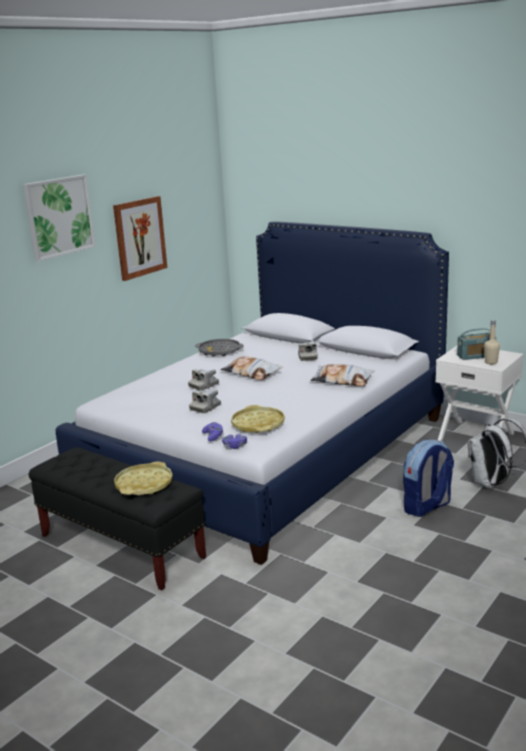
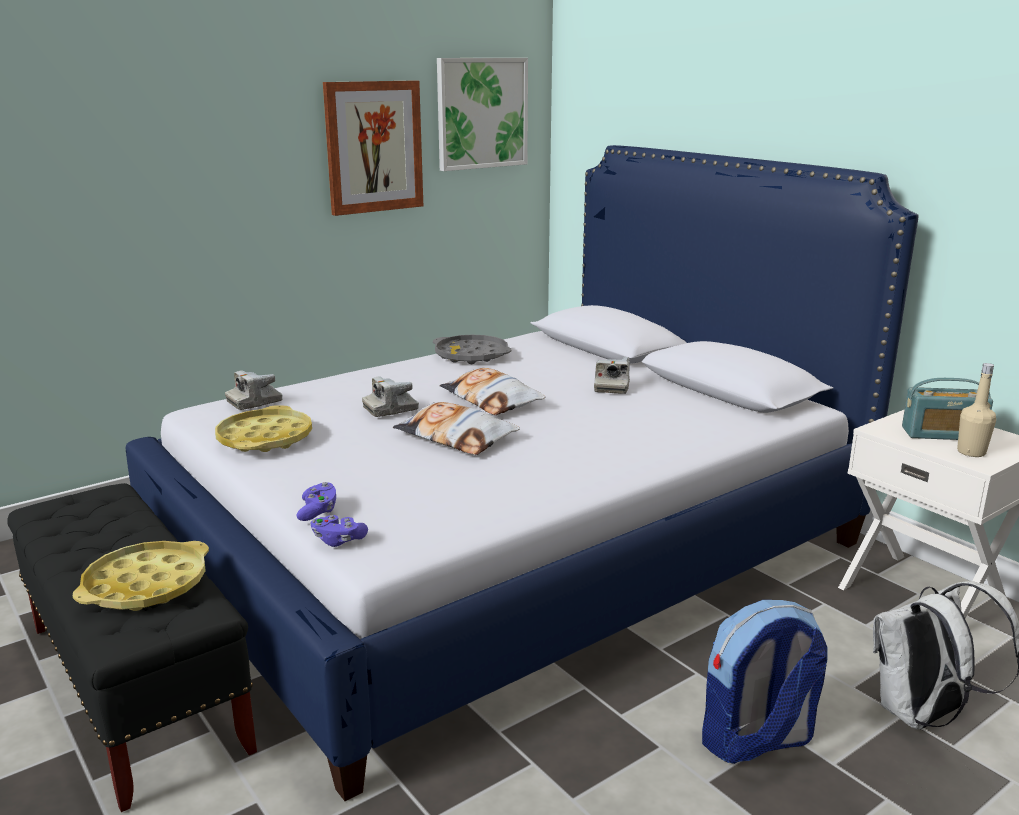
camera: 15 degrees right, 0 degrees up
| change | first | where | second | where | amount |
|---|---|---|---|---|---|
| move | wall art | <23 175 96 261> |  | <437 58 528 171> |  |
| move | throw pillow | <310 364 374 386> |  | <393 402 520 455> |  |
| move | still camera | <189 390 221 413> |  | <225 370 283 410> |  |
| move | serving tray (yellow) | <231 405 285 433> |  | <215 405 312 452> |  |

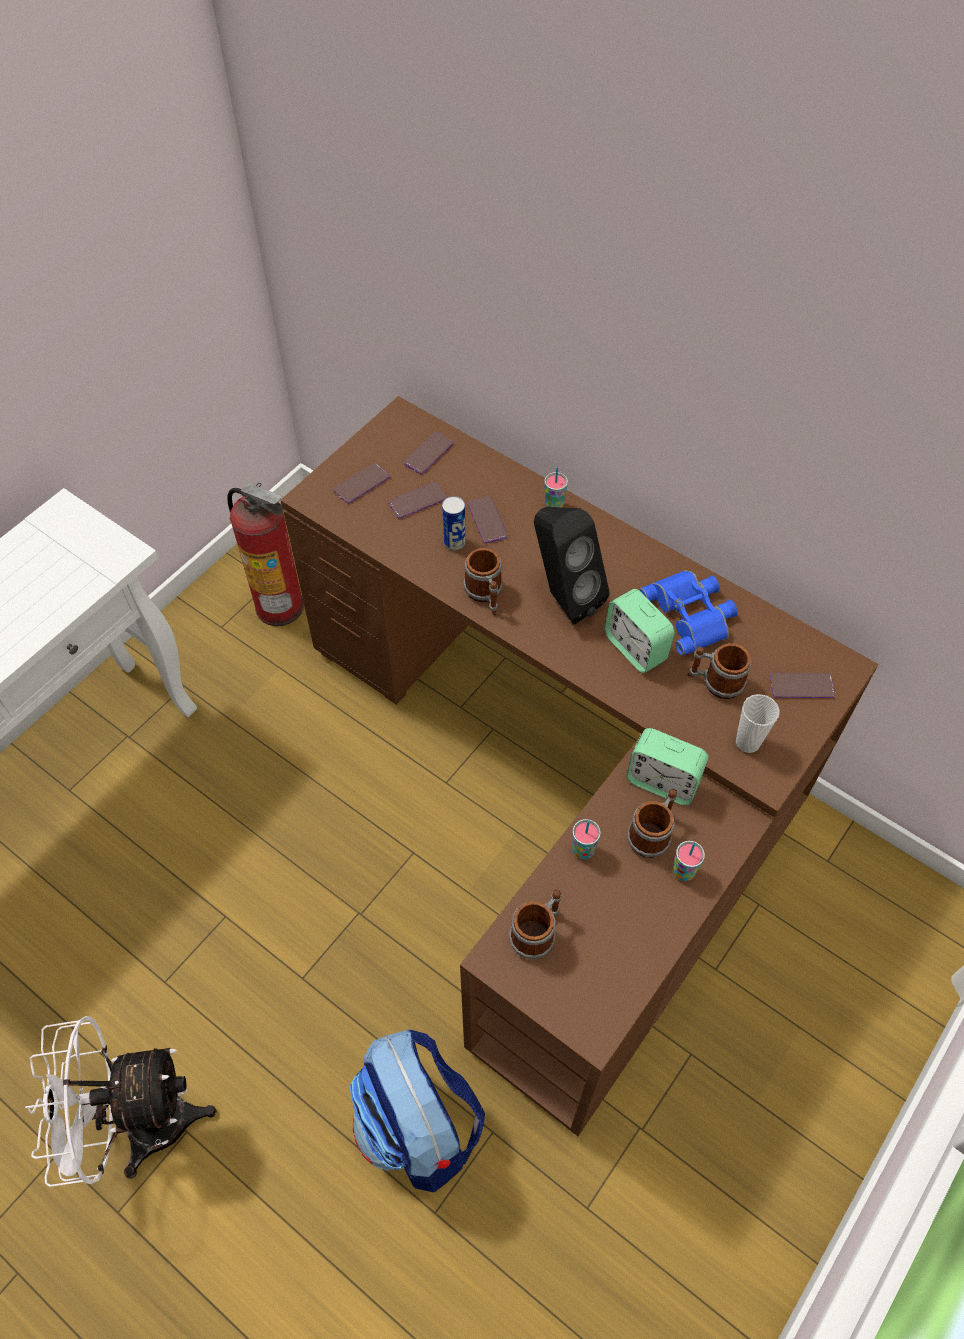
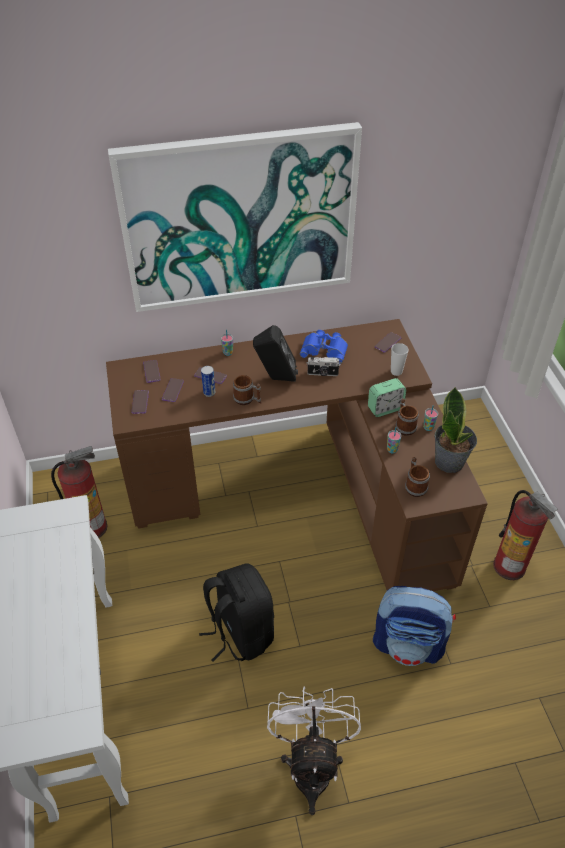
camera: 50 degrees left, 10 degrees down
| change | first | where | second | where | amount |
|---|---|---|---|---|---|
| replace | alarm clock | <604 589 675 673> | still camera | <306 357 341 376> |  |
| delete | mug | <687 643 751 699> |  |  |  |
| rotate | electric fan (white-coloured) | <25 1016 217 1187> |  | <267 687 361 815> | 150 degrees clockwise |
| insert |  |  | wall art | <108 122 362 312> |  |
| insert |  |  | potted plant | <434 387 477 473> |  |
| insert |  |  | fire-fighting cylinder | <493 490 558 580> |  |
| insert |  |  | rucksack (blackish) | <199 563 274 661> |  |

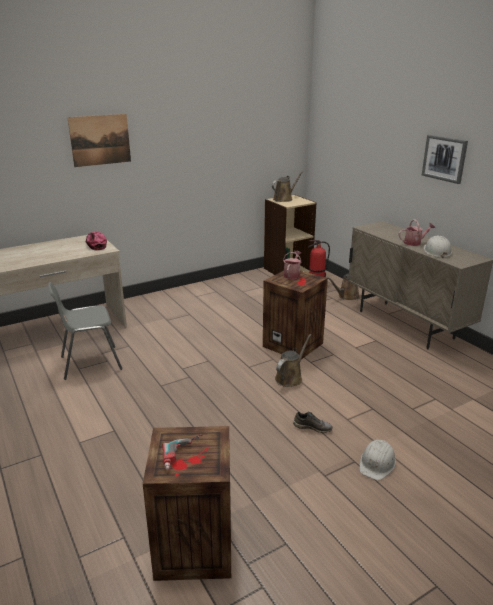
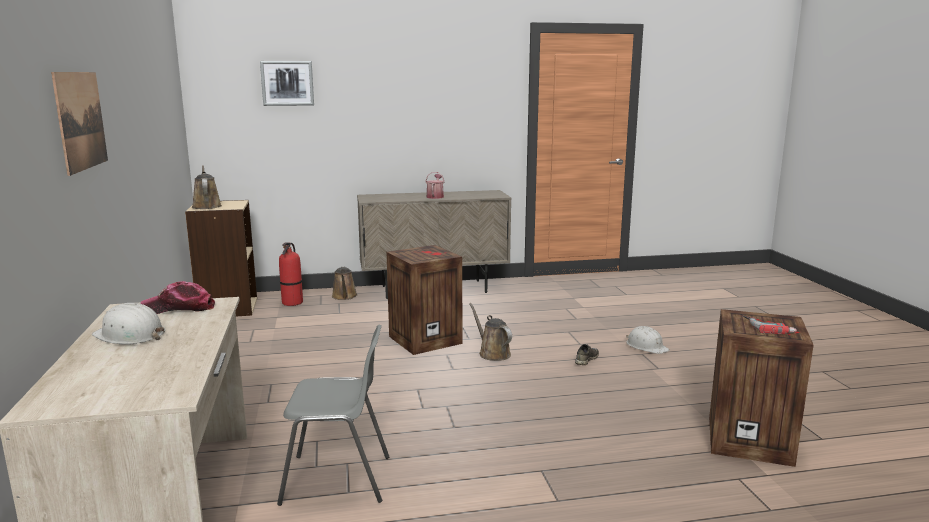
camera: 70 degrees left, 10 degrees down
| change | first | where | second | where | amount |
|---|---|---|---|---|---|
| move | wall art | <422 135 468 184> |  | <260 61 314 106> |  |
| move | safety helmet (white-coloured) | <424 236 452 258> |  | <92 303 165 345> |  |
| delete | watering pot | <283 251 302 279> |  |  |  |
| rotate | chair (grey) | <48 282 122 380> |  | <277 325 389 506> | 90 degrees counterclockwise |

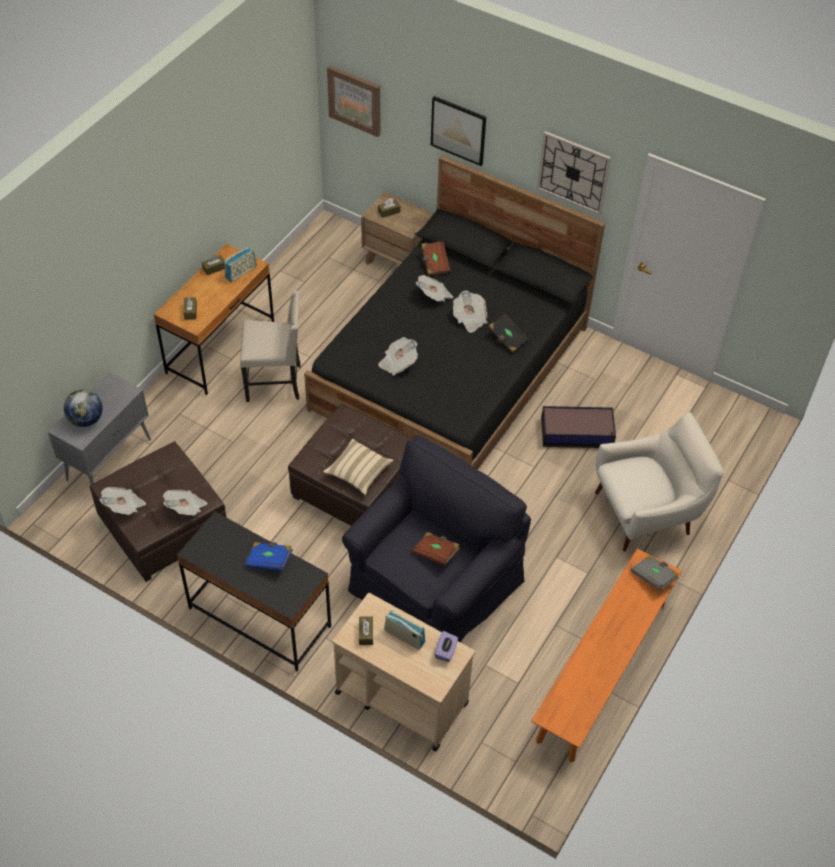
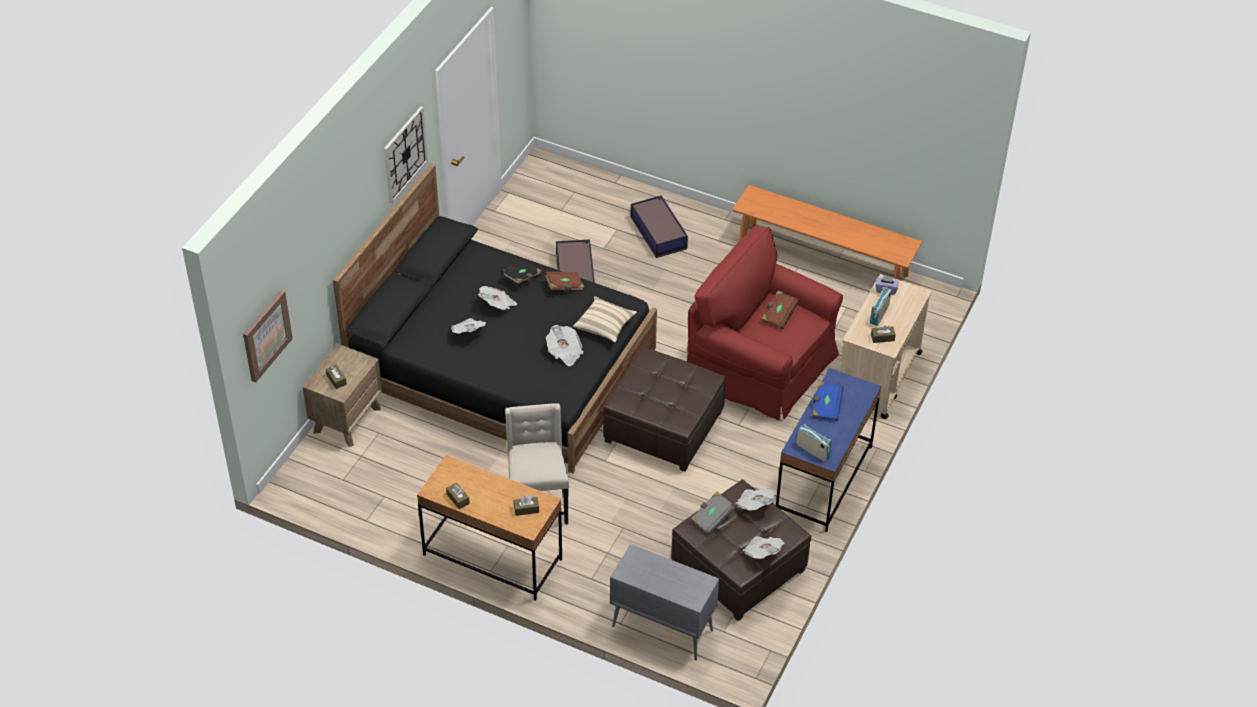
camera: 95 degrees left, 5 degrees down
| change | first | where | second | where | amount |
|---|---|---|---|---|---|
| delete | wall art | <431 96 486 166> |  |  |  |
| move | volume (brown) | <421 241 451 276> |  | <545 272 585 292> |  |
| move | radio receiver | <225 247 257 282> |  | <796 424 832 462> |  |
| delete | world globe | <64 389 103 427> |  |  |  |
| replace | armchair (white-coloured) | <595 412 724 551> | storage bin | <631 195 688 258> |  |
| recolor | armchair (blackish) | <342 435 531 642> | armchair (red) | <687 225 843 420> |  |
| move | throw pillow (beige-coloured) | <323 438 394 495> |  | <573 296 637 343> |  |
| recolor | desk unit (blackish) | <177 512 331 671> | desk unit (blue) | <776 368 881 532> |  |
| move | volume (grey) | <631 555 679 591> |  | <690 492 736 535> |  |

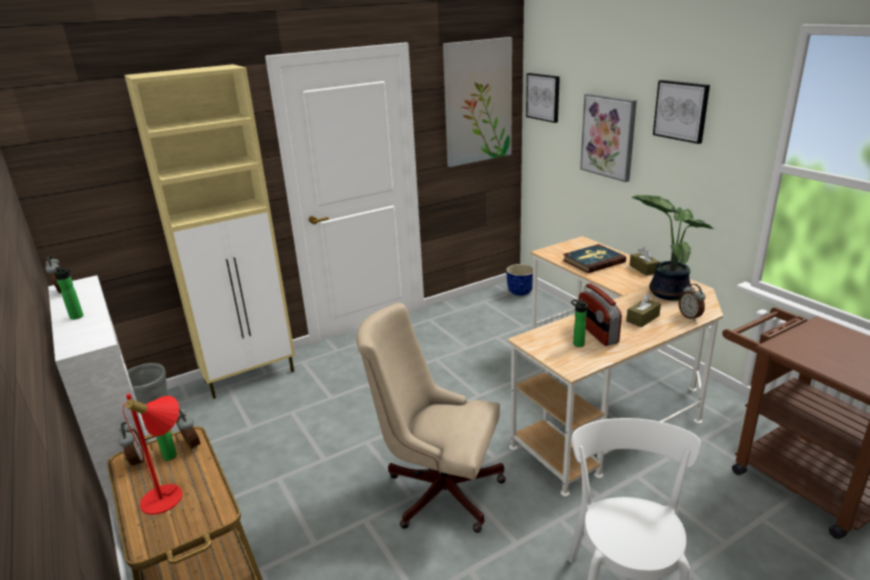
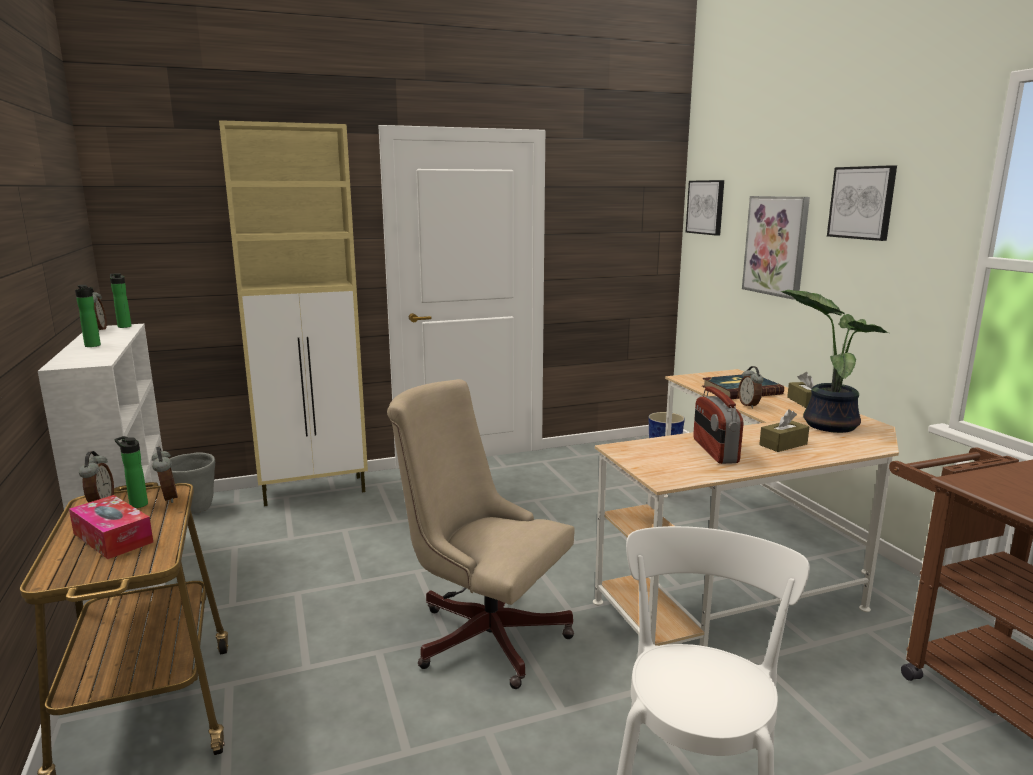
camera: 10 degrees right, 10 degrees down
| change | first | where | second | where | amount |
|---|---|---|---|---|---|
| delete | wall art | <443 37 512 167> |  |  |  |
| move | alarm clock | <679 284 705 321> |  | <738 366 763 409> |  |
| move | bottle | <571 299 587 347> |  | <110 273 132 328> |  |
| replace | lamp for a table (red) | <123 394 182 515> | tissue box | <69 495 153 559> |  |

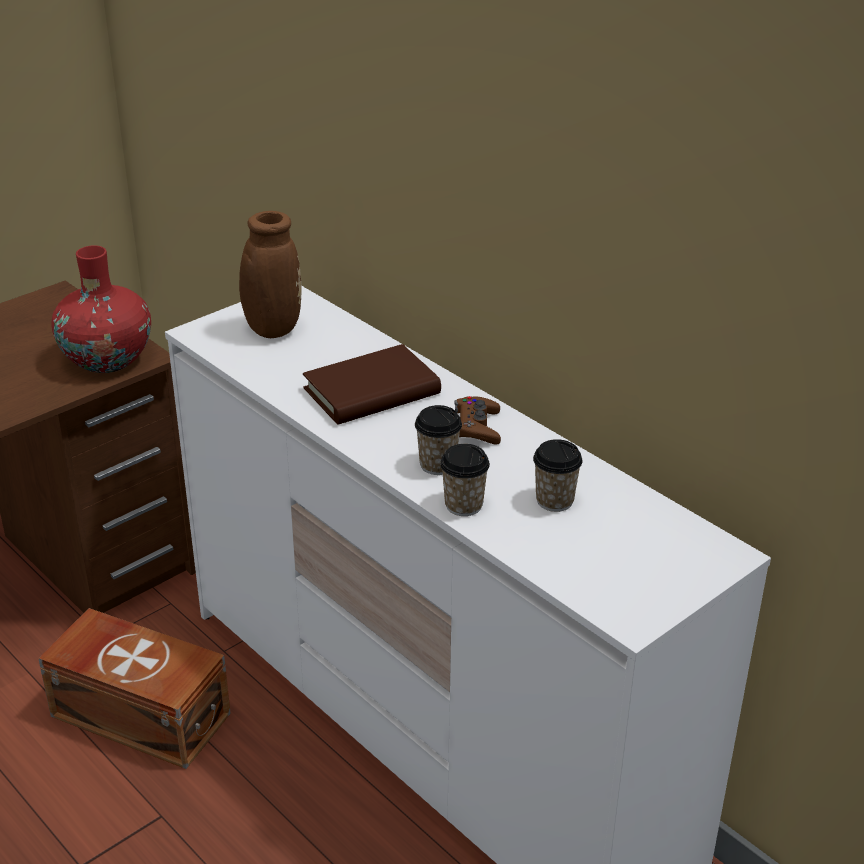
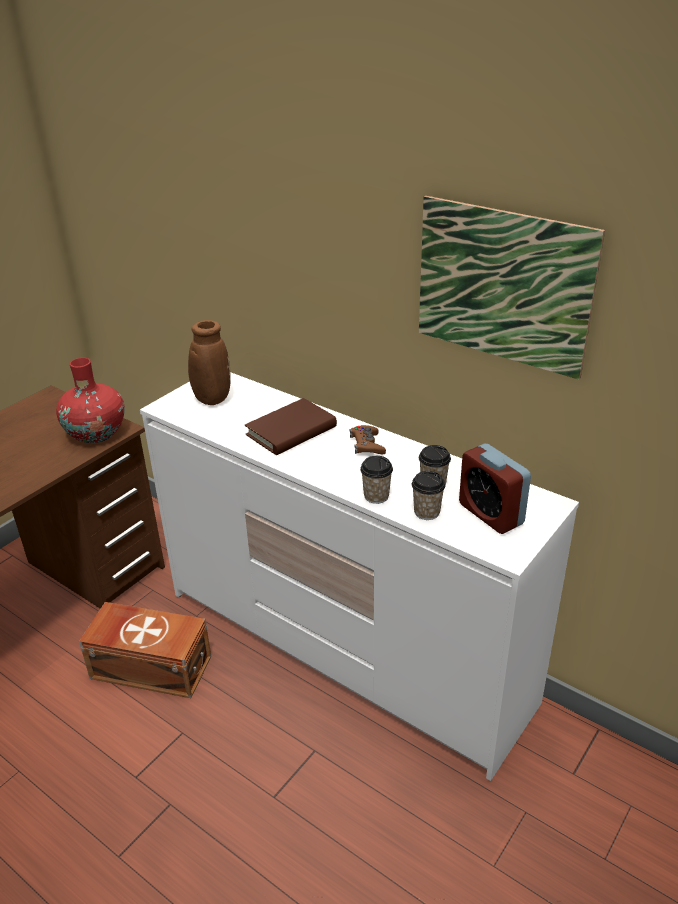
camera: 10 degrees left, 0 degrees up
| change | first | where | second | where | amount |
|---|---|---|---|---|---|
| move | cup | <415 405 462 475> |  | <412 471 445 520> |  |
| insert |  |  | wall art | <419 196 605 380> |  |
| insert |  |  | alarm clock | <459 443 531 534> |  |

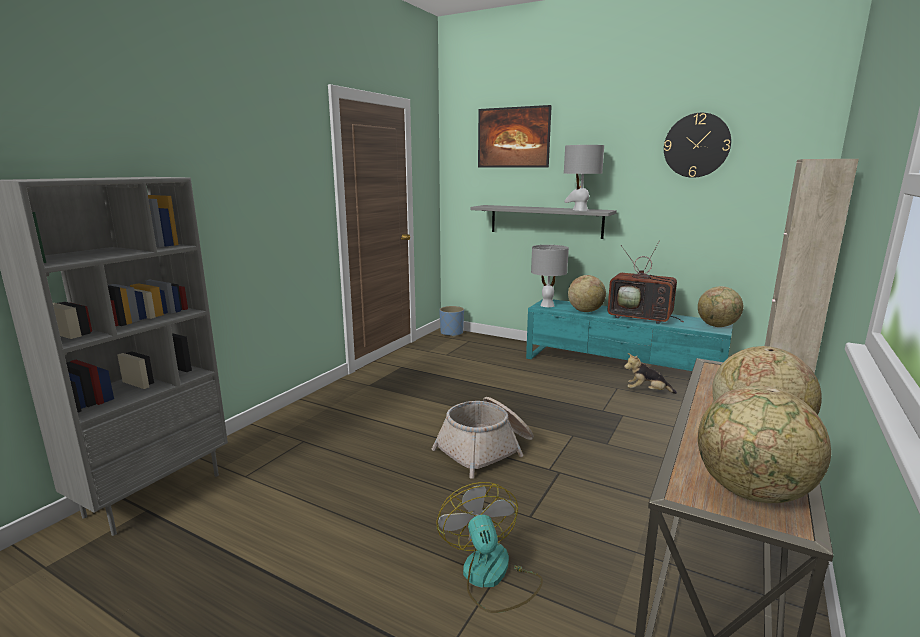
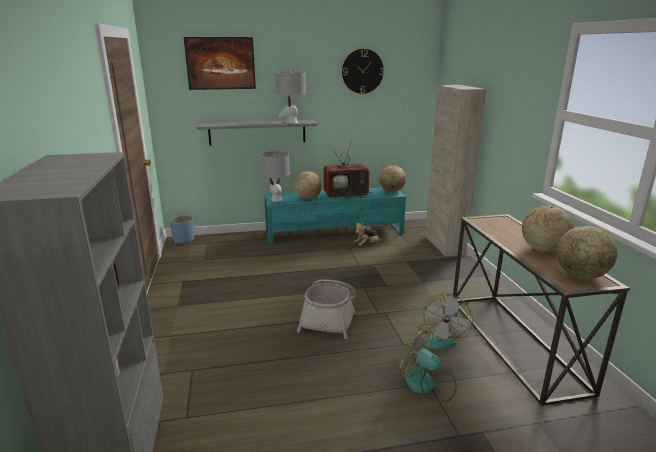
camera: 40 degrees left, 5 degrees up
| change | first | where | second | where | amount |
|---|---|---|---|---|---|
| insert |  |  | electric fan | <418 293 473 349> |  |

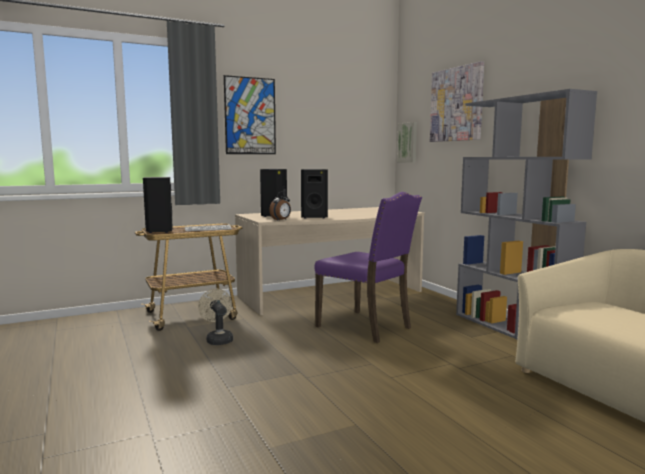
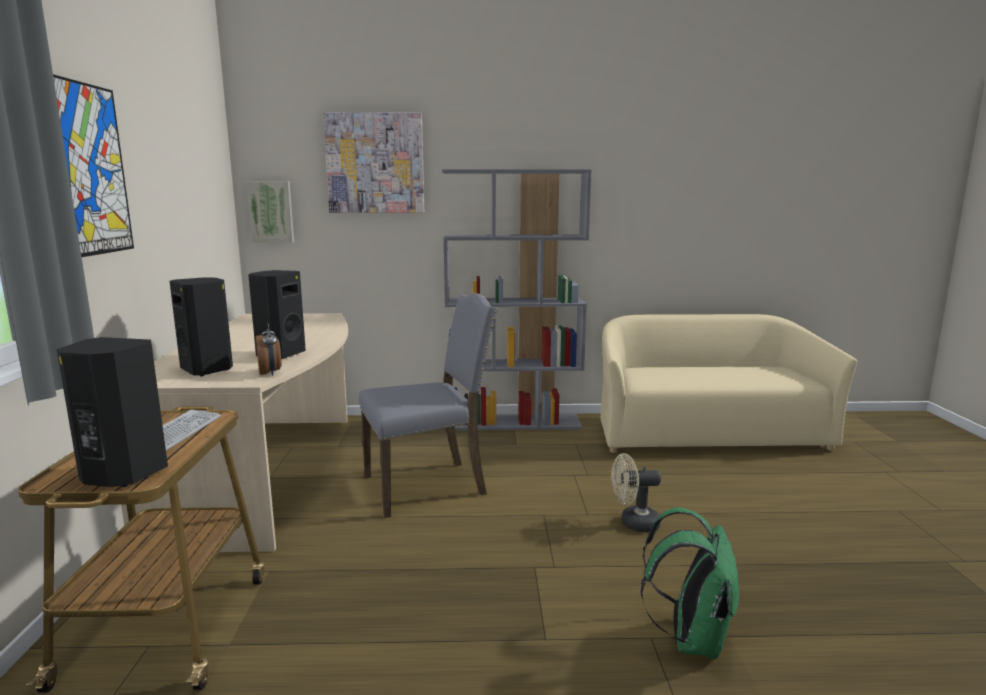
camera: 65 degrees left, 5 degrees up
| change | first | where | second | where | amount |
|---|---|---|---|---|---|
| recolor | chair (purple) | <314 192 422 343> | chair (grey) | <359 293 498 518> |  |
| move | electric fan (beige-coloured) | <198 289 233 345> |  | <611 453 661 532> |  |
| insert |  |  | rucksack (green-coloured) | <641 507 739 660> |  |

